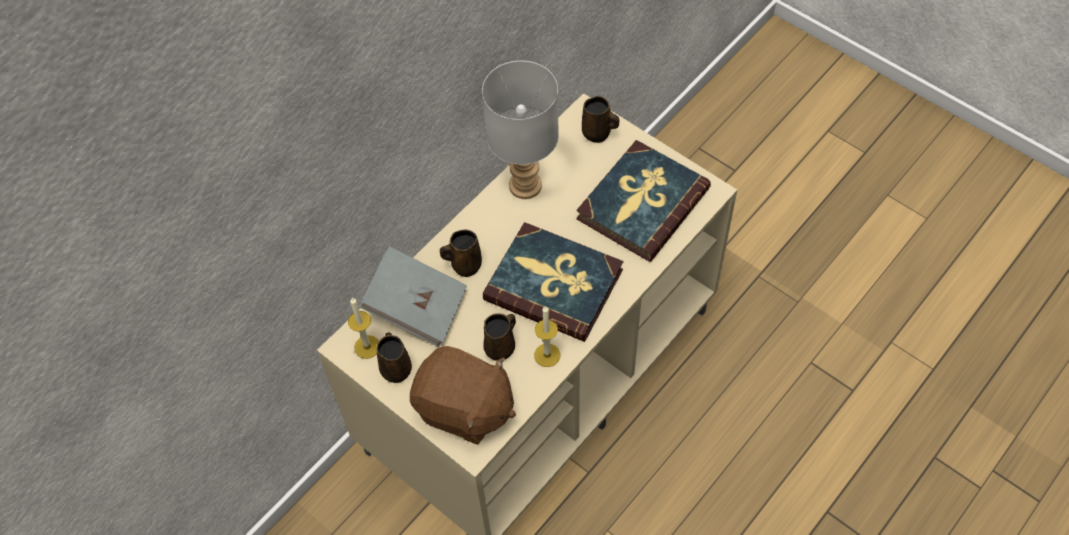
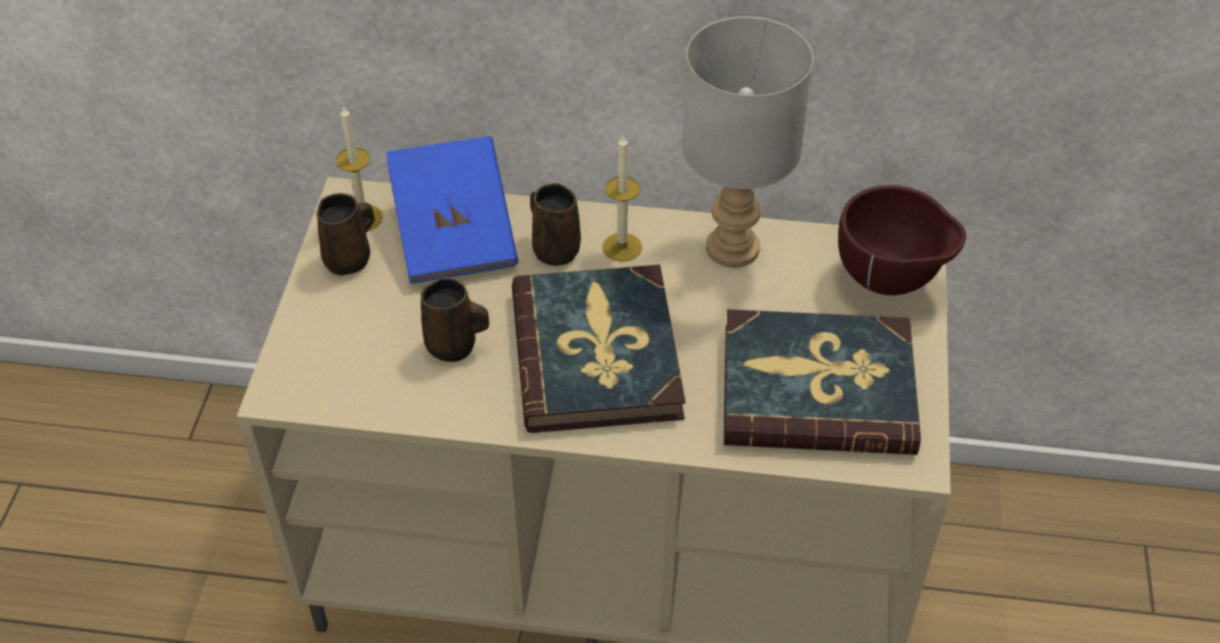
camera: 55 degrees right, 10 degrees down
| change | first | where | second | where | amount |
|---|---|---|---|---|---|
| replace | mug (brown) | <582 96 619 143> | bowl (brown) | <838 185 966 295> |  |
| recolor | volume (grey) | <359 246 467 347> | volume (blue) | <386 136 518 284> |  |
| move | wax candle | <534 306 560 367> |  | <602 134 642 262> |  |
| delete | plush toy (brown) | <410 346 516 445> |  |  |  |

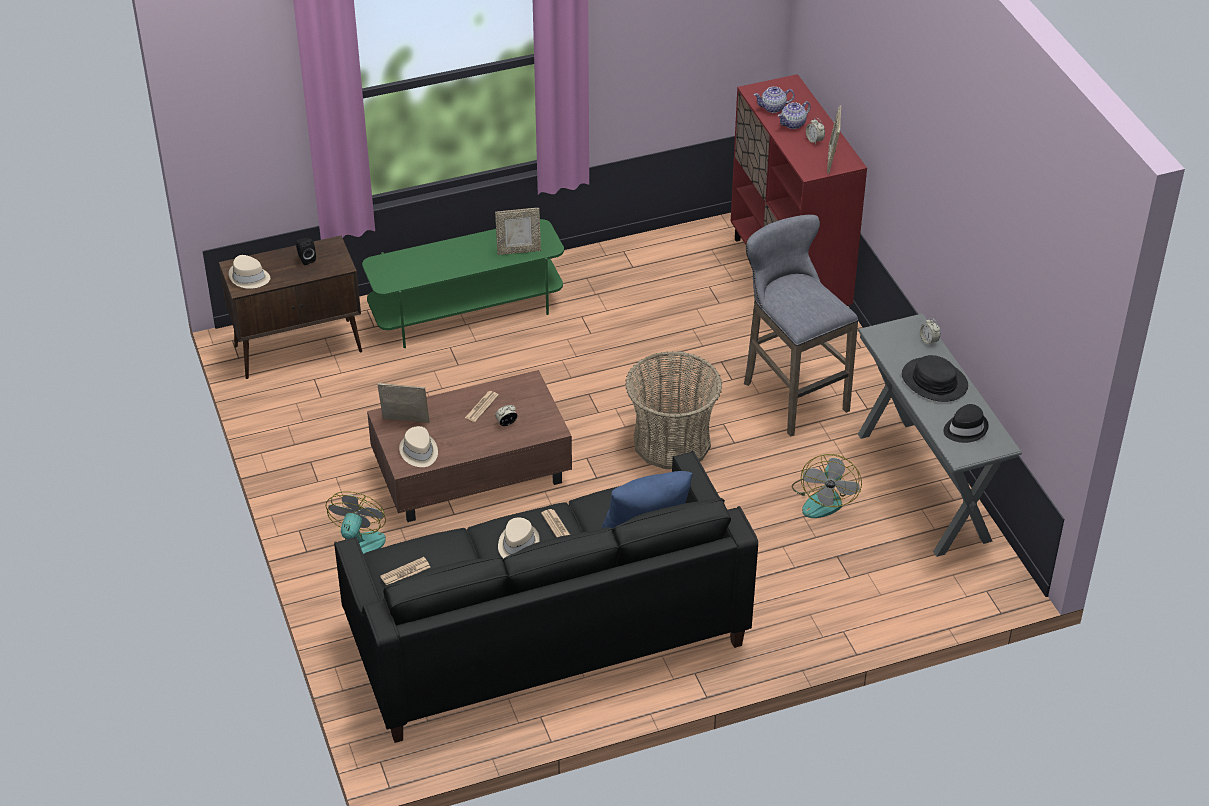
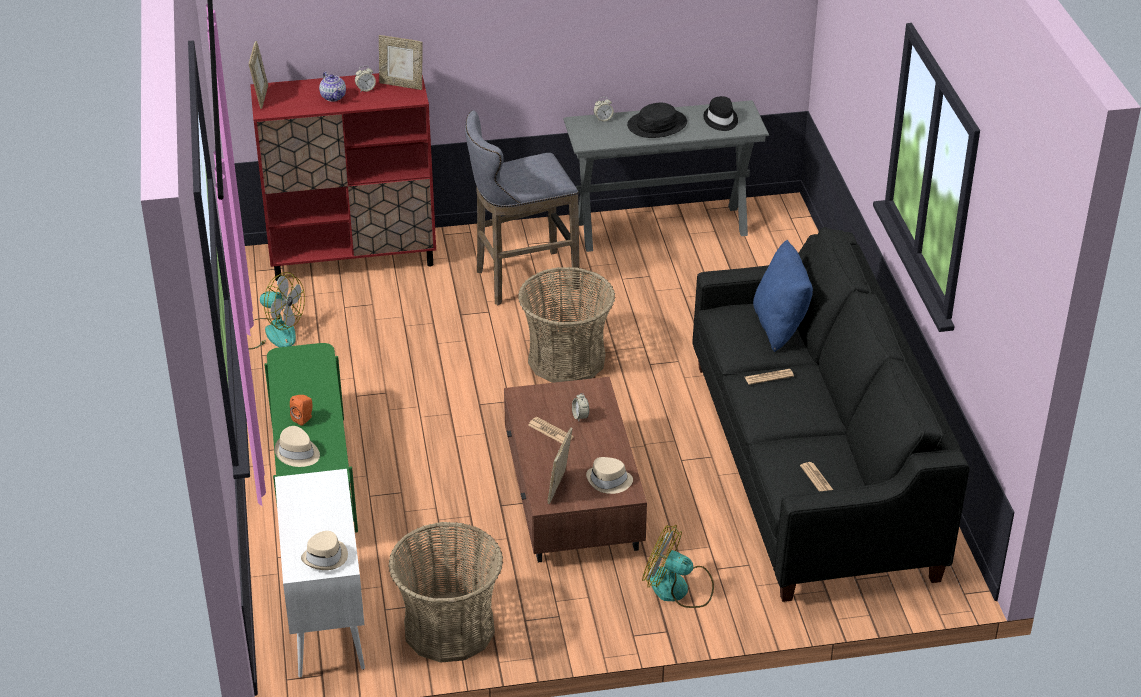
camera: 80 degrees left, 5 degrees down
| change | first | where | second | where | amount |
|---|---|---|---|---|---|
| delete | tea pot | <754 87 795 113> |  |  |  |
| move | standing frame | <495 208 541 255> |  | <249 41 268 109> |  |
| recolor | storage cabinet (brown) | <219 236 362 379> | storage cabinet (white-coloured) | <275 469 365 678> |  |
| delete | speaker (blackish) | <296 238 316 265> |  |  |  |
| move | electric fan | <792 454 862 518> |  | <248 272 305 350> |  |
| move | hat (beige-coloured) | <498 518 540 558> |  | <274 426 320 467> |  |
| insert |  |  | speaker (orange-coloured) | <290 395 312 426> |  |
| insert |  |  | basket | <388 522 503 662> |  |

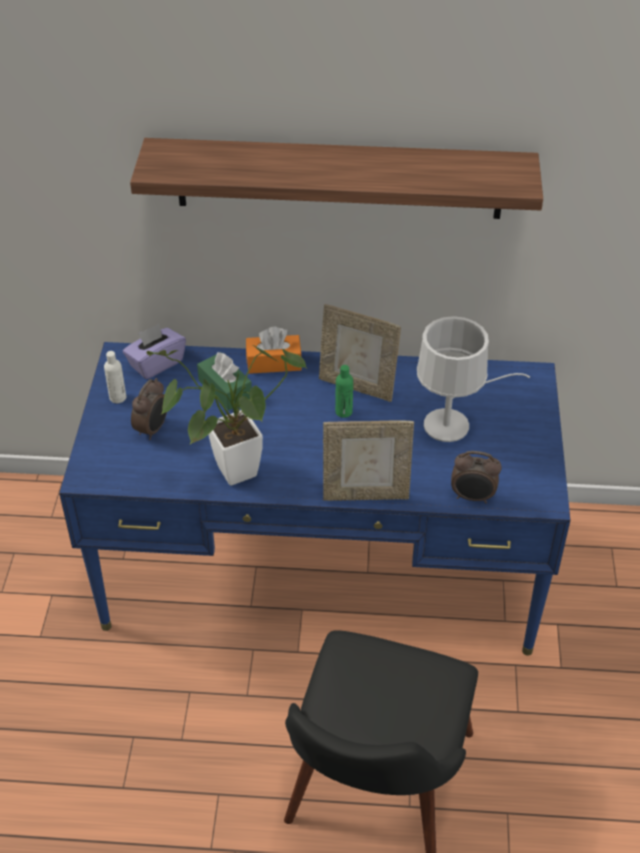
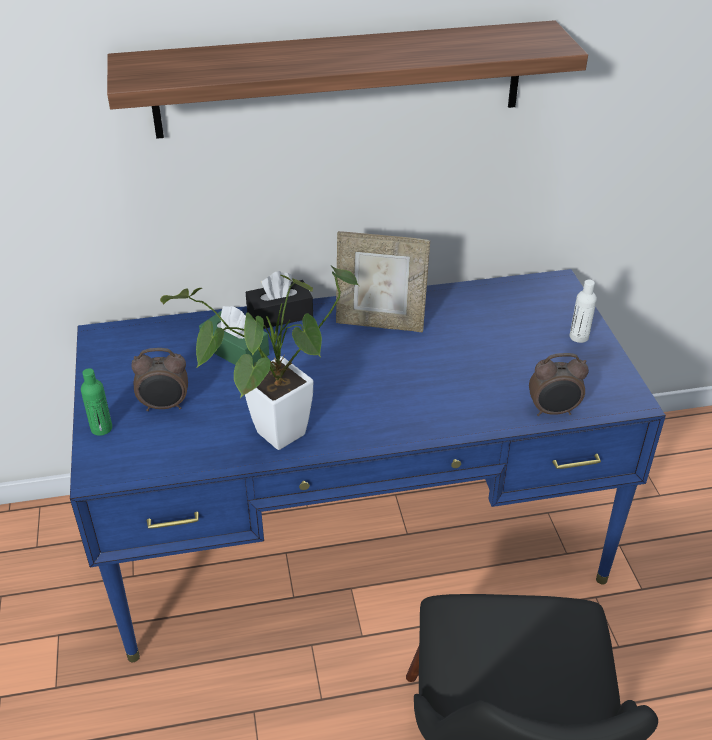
camera: 15 degrees left, 5 degrees down
| change | first | where | second | where | amount |
|---|---|---|---|---|---|
| delete | lamp for a table (white-coloured) | <417 316 530 442> |  |  |  |
| delete | tissue box (purple) | <123 323 186 379> |  |  |  |
| recolor | tissue box (orange-coloured) | <246 327 302 374> | tissue box (blackish) | <246 271 313 329> |  |
| move | bottle (white-coloured) | <104 351 126 403> |  | <570 280 597 343> |  |
| move | bottle (green-coloured) | <335 365 353 418> |  | <81 368 112 436> |  |
| rotate | alarm clock | <131 378 167 440> |  | <131 348 188 411> | 75 degrees clockwise |
| delete | standing frame | <323 420 414 501> |  |  |  |

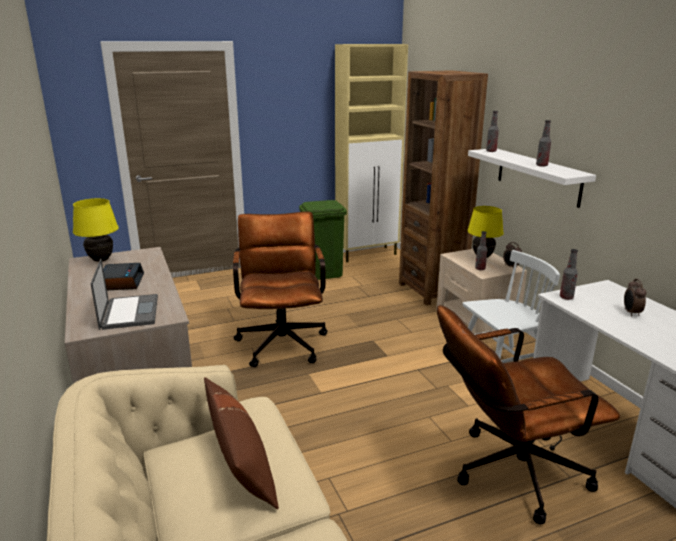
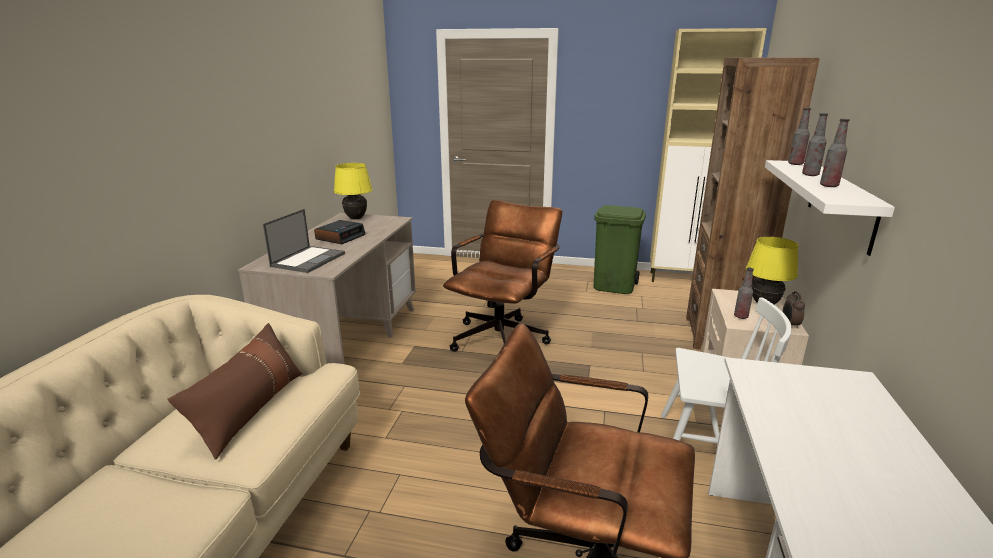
camera: 35 degrees right, 0 degrees up
| change | first | where | second | where | amount |
|---|---|---|---|---|---|
| move | bottle | <560 249 578 300> |  | <802 113 828 176> |  |
| delete | alarm clock | <624 279 646 316> |  |  |  |

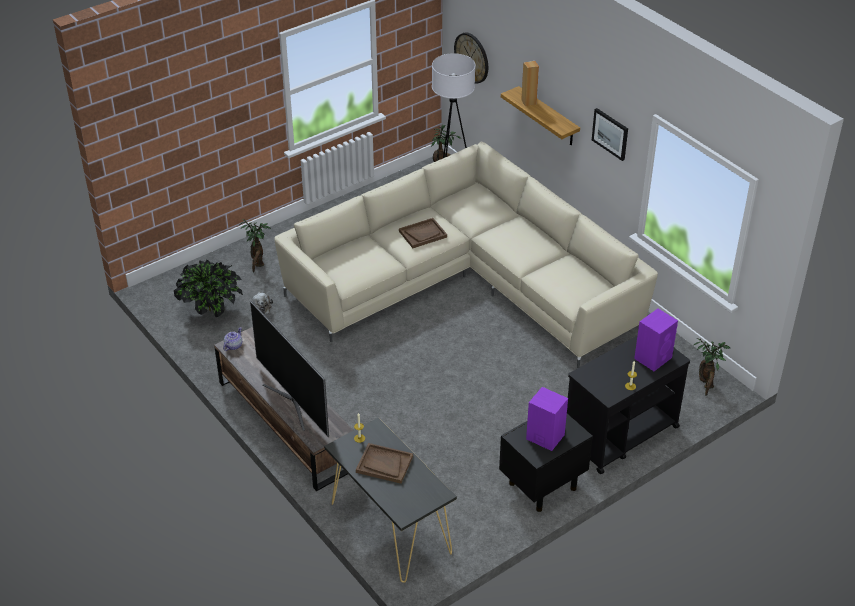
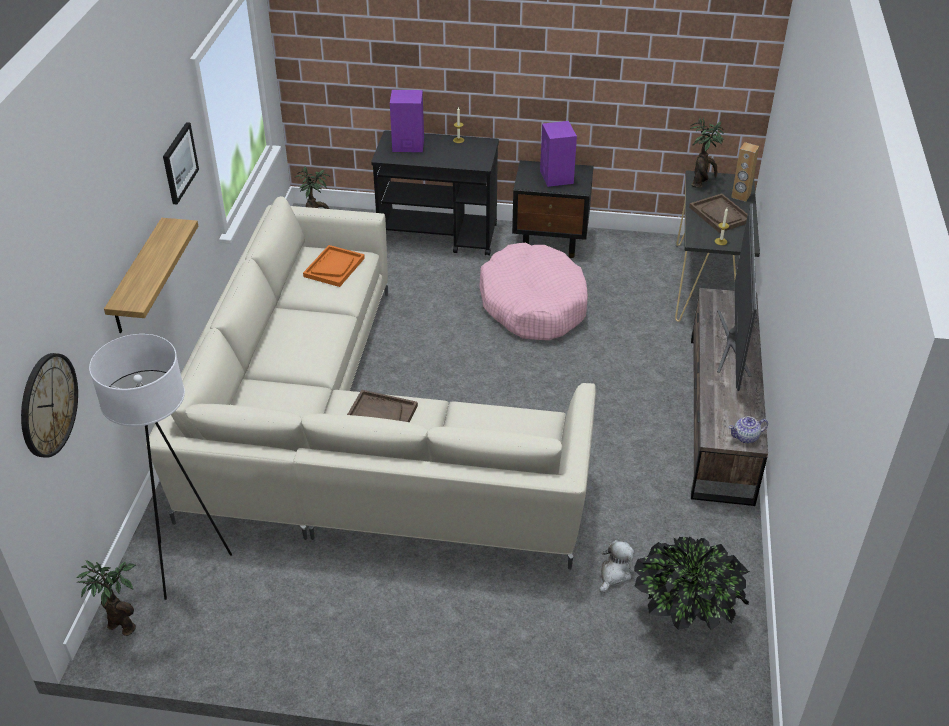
camera: 135 degrees left, 0 degrees up
| change | first | where | second | where | amount |
|---|---|---|---|---|---|
| move | speaker (brown) | <521 61 539 106> |  | <731 142 759 202> |  |
| move | potted plant | <239 219 271 273> |  | <690 118 724 188> |  |
| insert |  |  | pet bed (pinkish) | <479 243 588 340> |  |
| insert |  |  | serving tray (orange-coloured) | <303 245 365 287> |  |

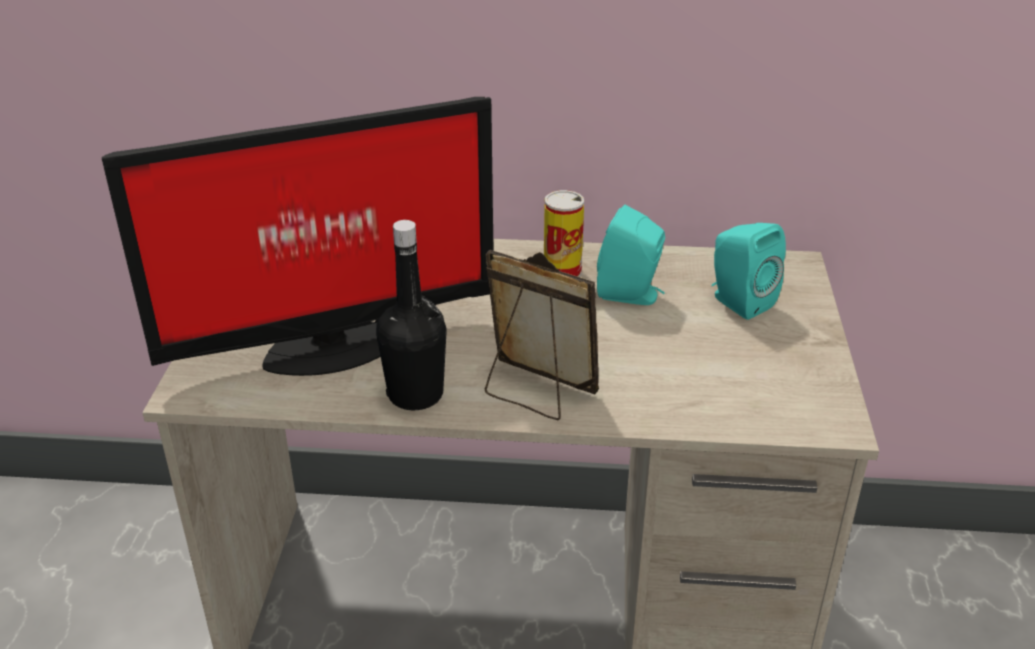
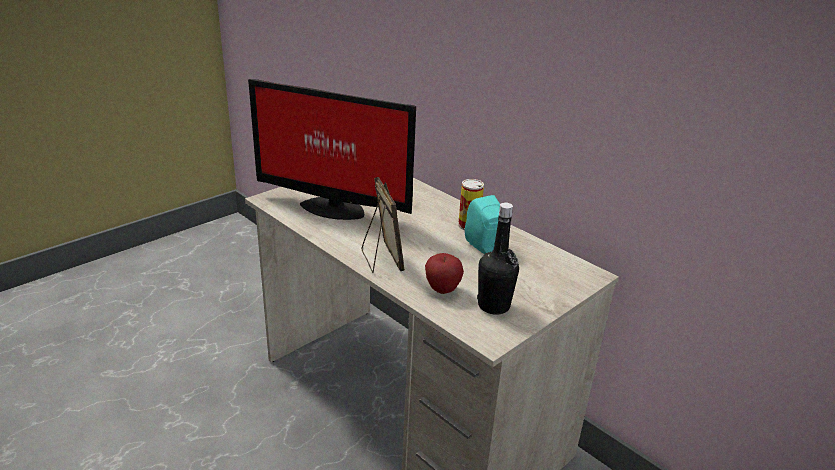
camera: 40 degrees right, 5 degrees down
| change | first | where | second | where | amount |
|---|---|---|---|---|---|
| move | bottle (blackish) | <376 220 447 410> |  | <477 202 519 315> |  |
| delete | speaker (turquoise) | <712 223 786 320> |  |  |  |
| insert |  |  | whole apple | <425 253 464 294> |  |

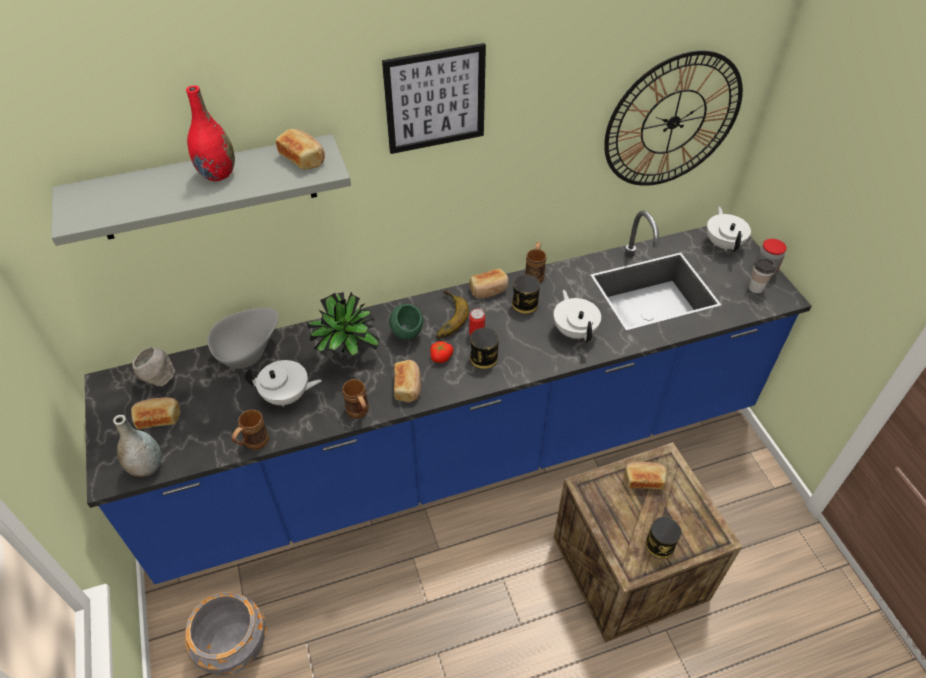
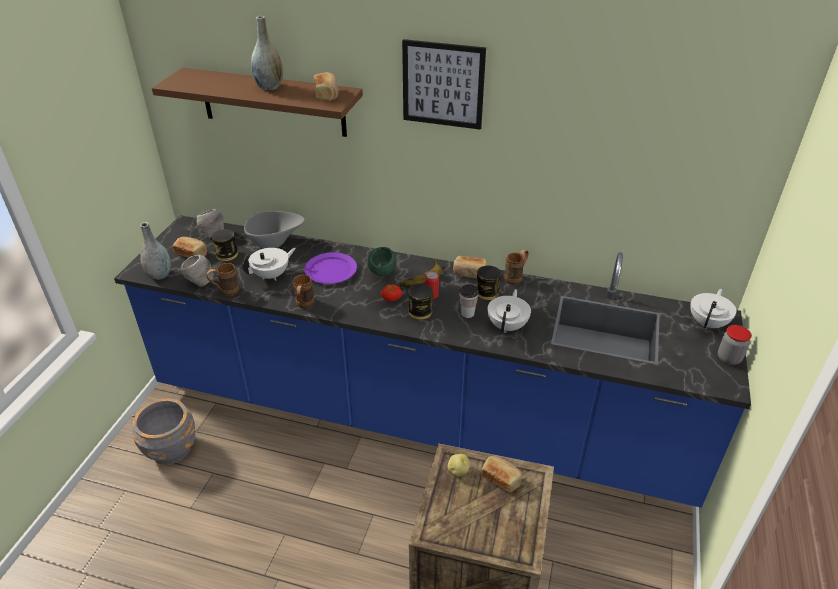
camera: 35 degrees right, 10 degrees down
| change | first | where | second | where | amount |
|---|---|---|---|---|---|
| delete | wall clock | <604 50 743 186> |  |  |  |
| recolor | flower vase (red) | <186 85 235 181> | flower vase (grey) | <251 16 283 90> |  |
| recolor | bracket shelf (grey) | <51 134 351 246> | bracket shelf (brown) | <152 68 363 137> |  |
| move | cup | <749 259 776 294> |  | <460 284 479 318> |  |
| replace | potted plant | <307 292 379 359> | plate (purple) | <304 252 357 284> |  |
| rotate | tea pot (white-coloured) | <245 360 322 407> |  | <242 248 296 281> | 75 degrees counterclockwise |
| delete | bakery bread | <394 360 421 403> |  |  |  |
| move | can | <645 517 682 559> |  | <212 229 238 261> |  |
| insert |  |  | bowl (grey) | <181 255 214 287> |  |
| insert |  |  | potato | <448 454 469 476> |  |

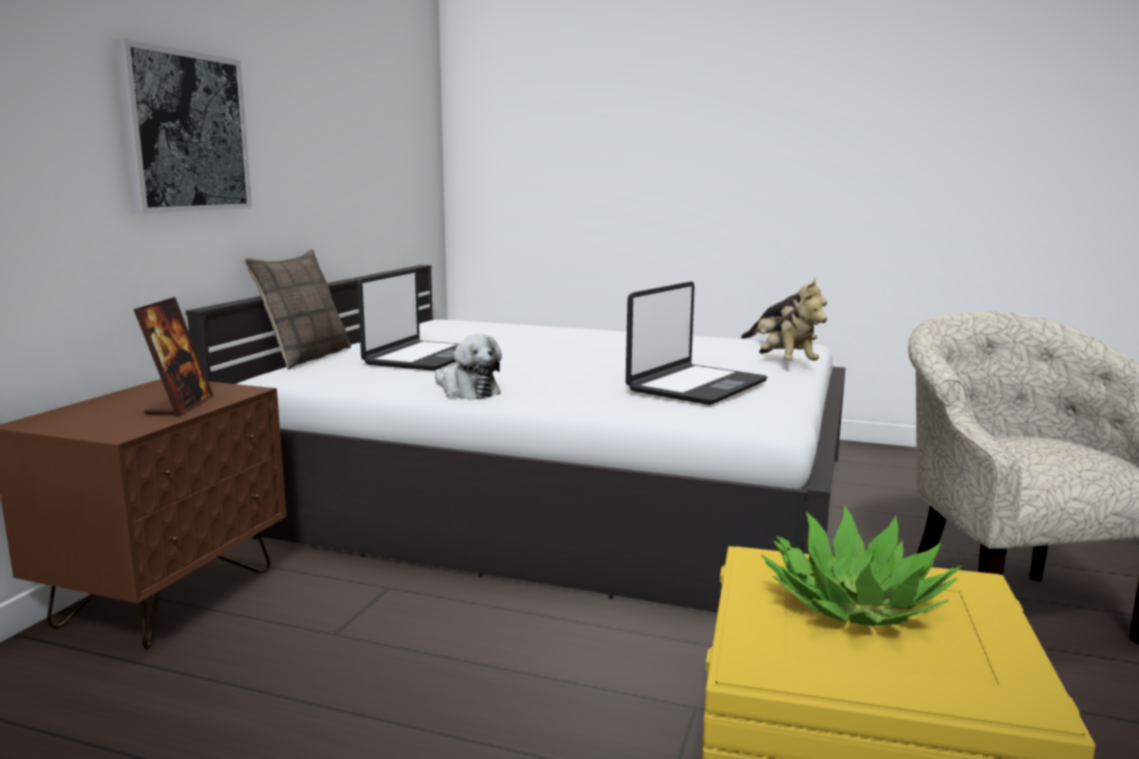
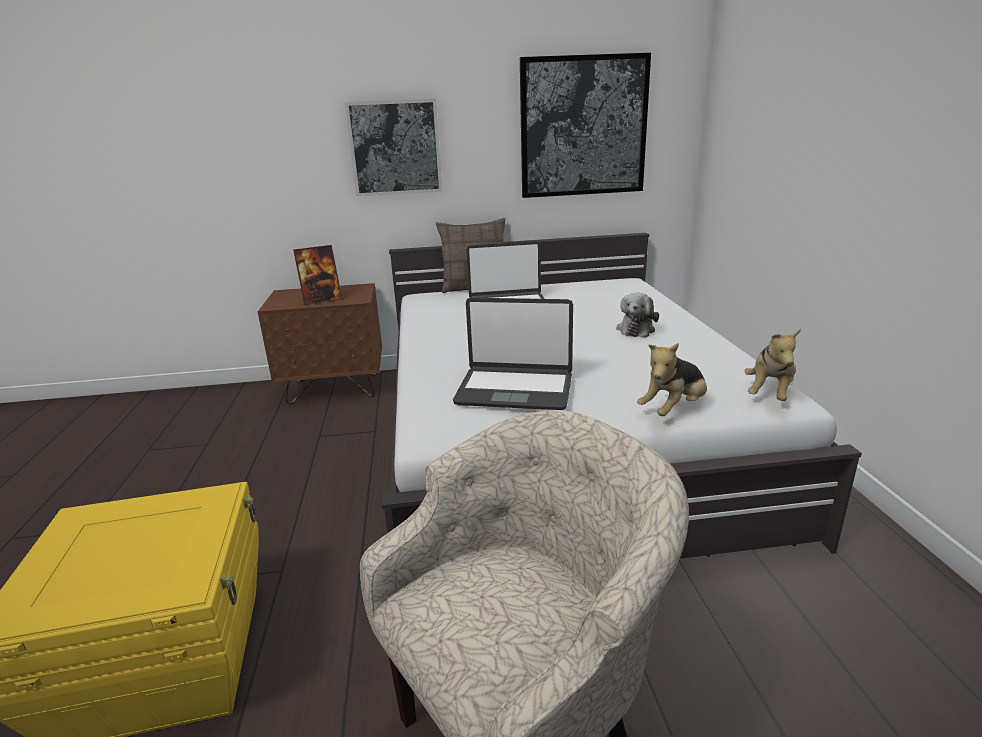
camera: 65 degrees right, 10 degrees up
| change | first | where | second | where | amount |
|---|---|---|---|---|---|
| move | plush toy | <435 334 502 400> |  | <616 292 659 337> |  |
| delete | potted plant | <761 505 962 626> |  |  |  |
| insert |  |  | wall art | <520 53 651 198> |  |

